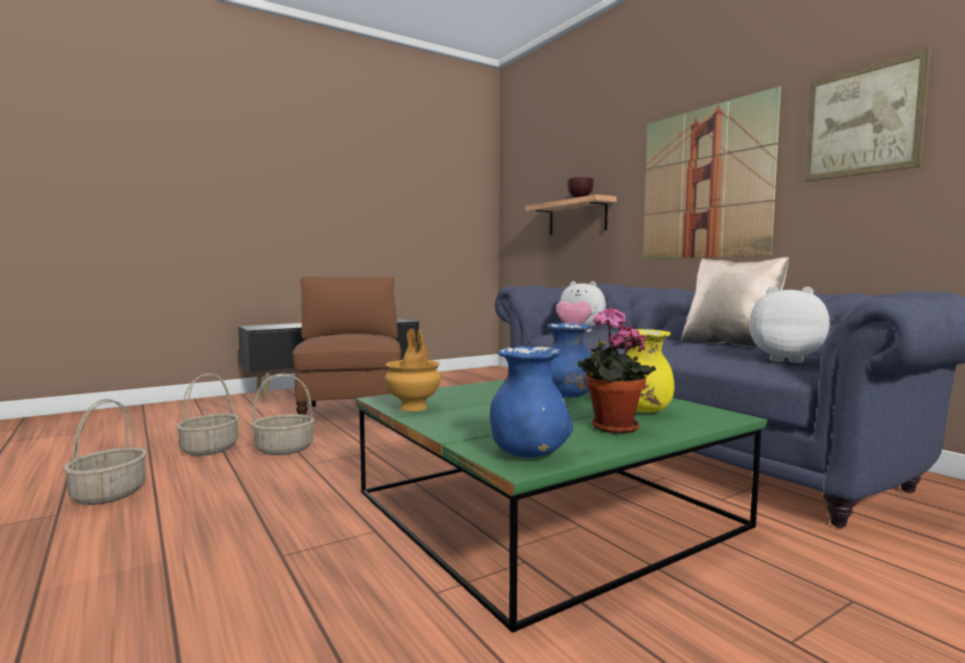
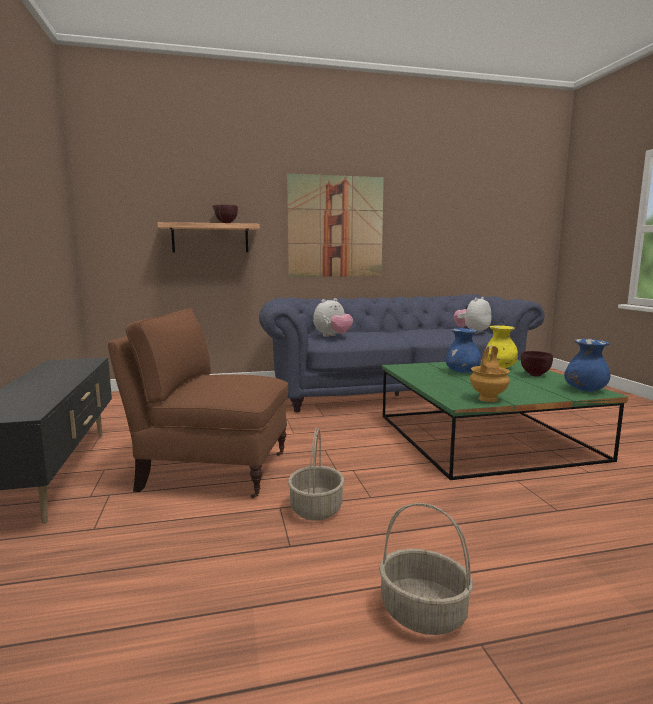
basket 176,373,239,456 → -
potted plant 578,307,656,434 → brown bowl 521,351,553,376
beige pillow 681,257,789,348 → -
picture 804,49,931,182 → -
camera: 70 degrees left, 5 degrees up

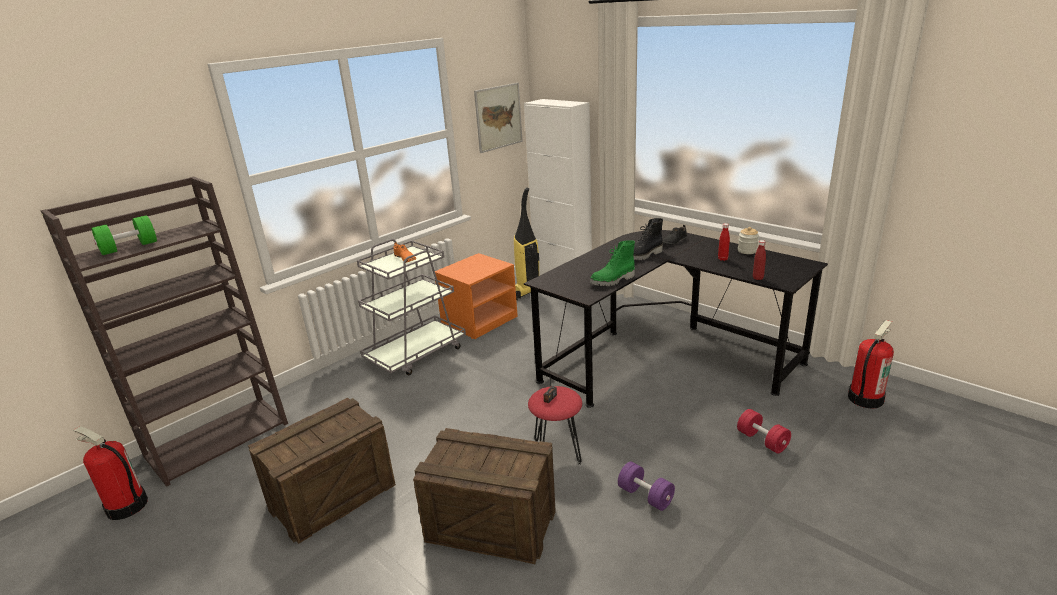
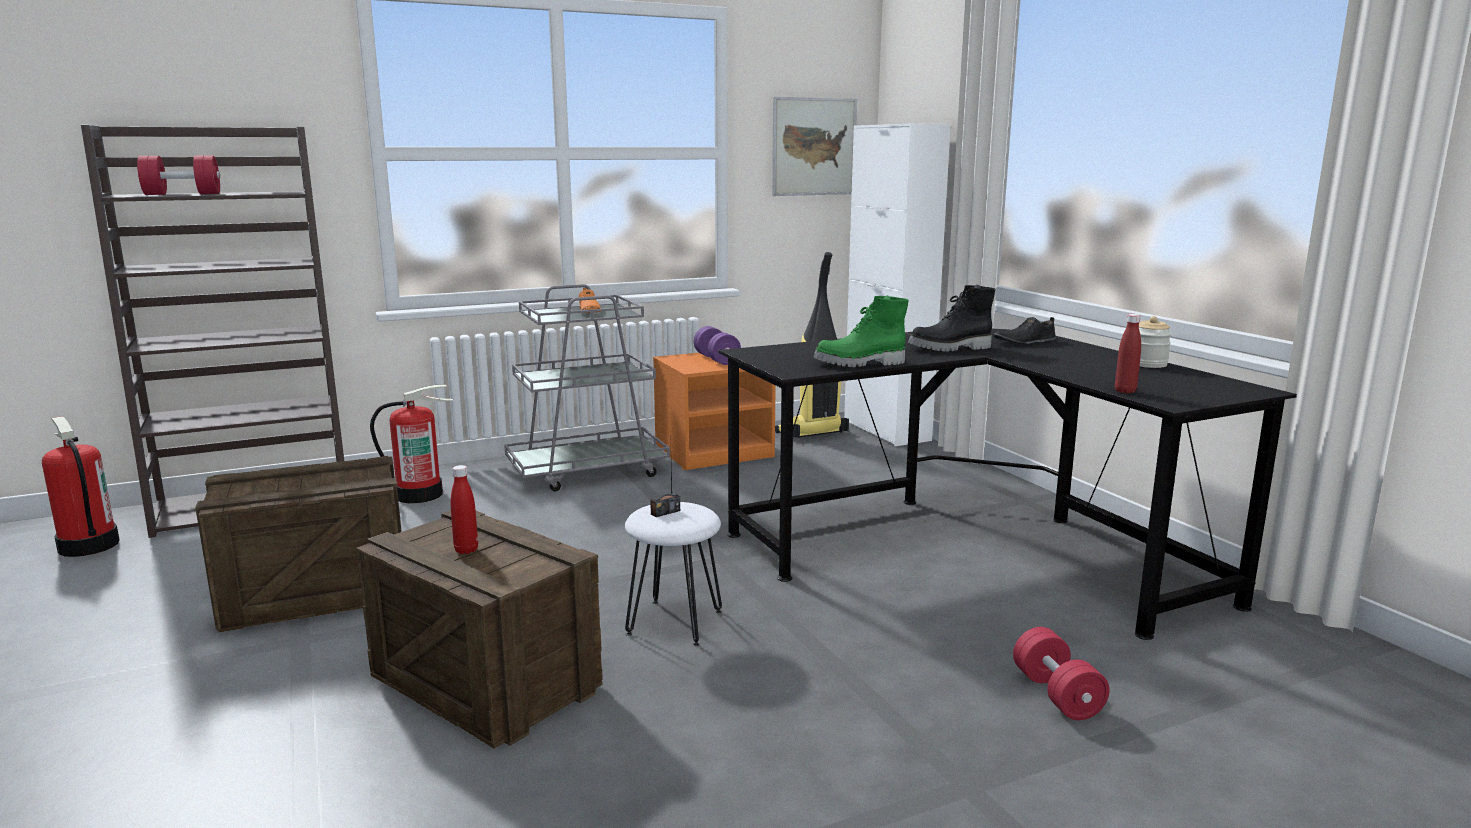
green dumbbell 91,215,157,255 → red dumbbell 137,156,220,195
red stool 528,386,582,465 → white stool 625,502,722,646
purple dumbbell 618,462,675,511 → purple dumbbell 694,326,741,365, move
red bottle 718,223,730,261 → red bottle 451,465,478,554, move
fire extinguisher 848,320,894,409 → fire extinguisher 370,384,453,503, move
camera: 20 degrees right, 10 degrees down

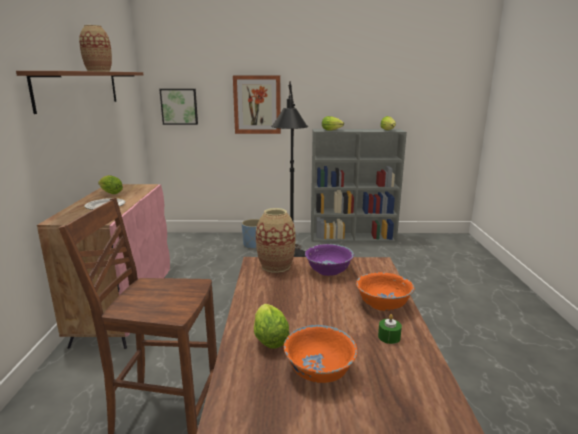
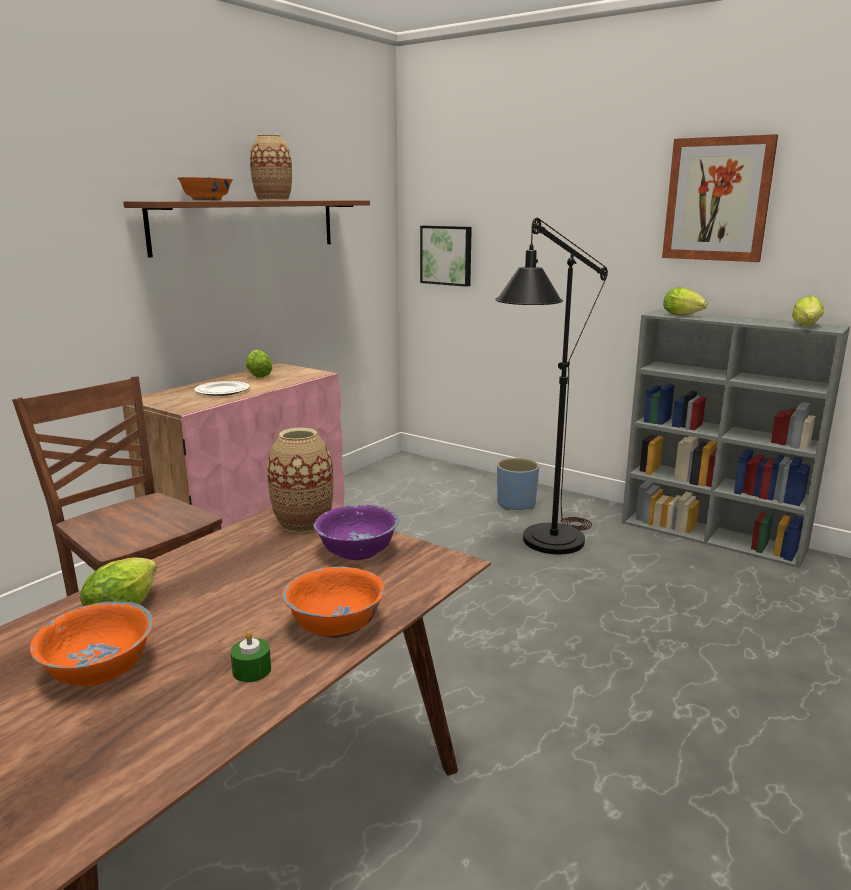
picture 233,75,281,134 → picture 662,134,778,262, move
- → orange bowl 177,177,233,201
camera: 35 degrees right, 0 degrees up

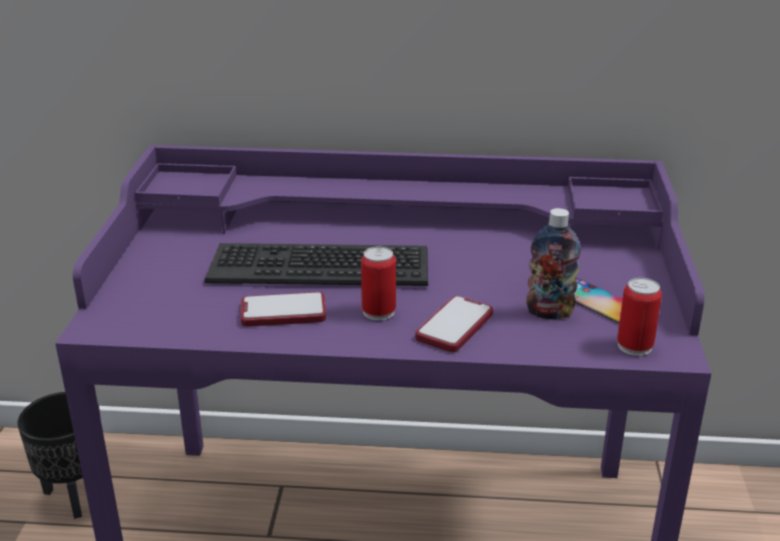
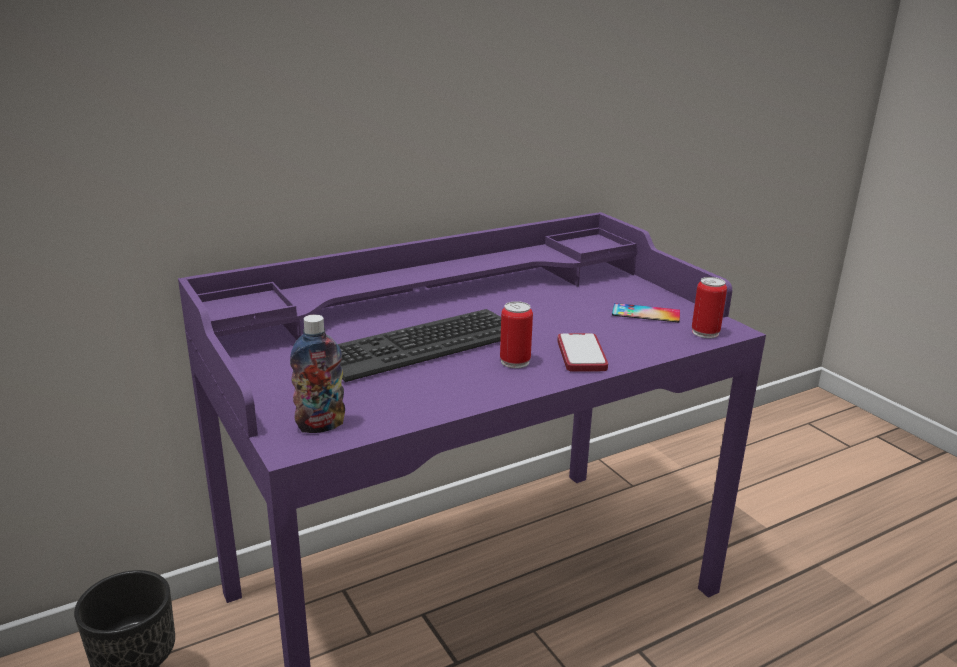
phone 241,292,326,327 → -
bottle 526,208,581,319 → bottle 290,315,345,433, move
camera: 35 degrees left, 5 degrees down

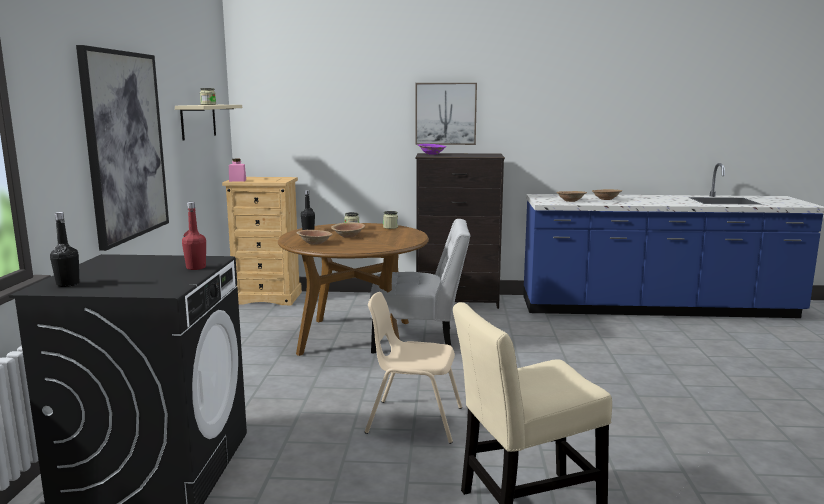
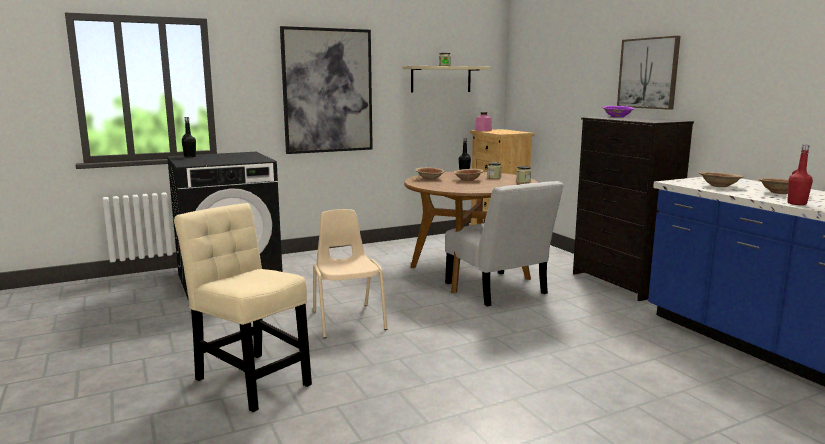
red bottle 182,202,206,270 → red bottle 787,145,813,205, move
camera: 60 degrees right, 0 degrees up

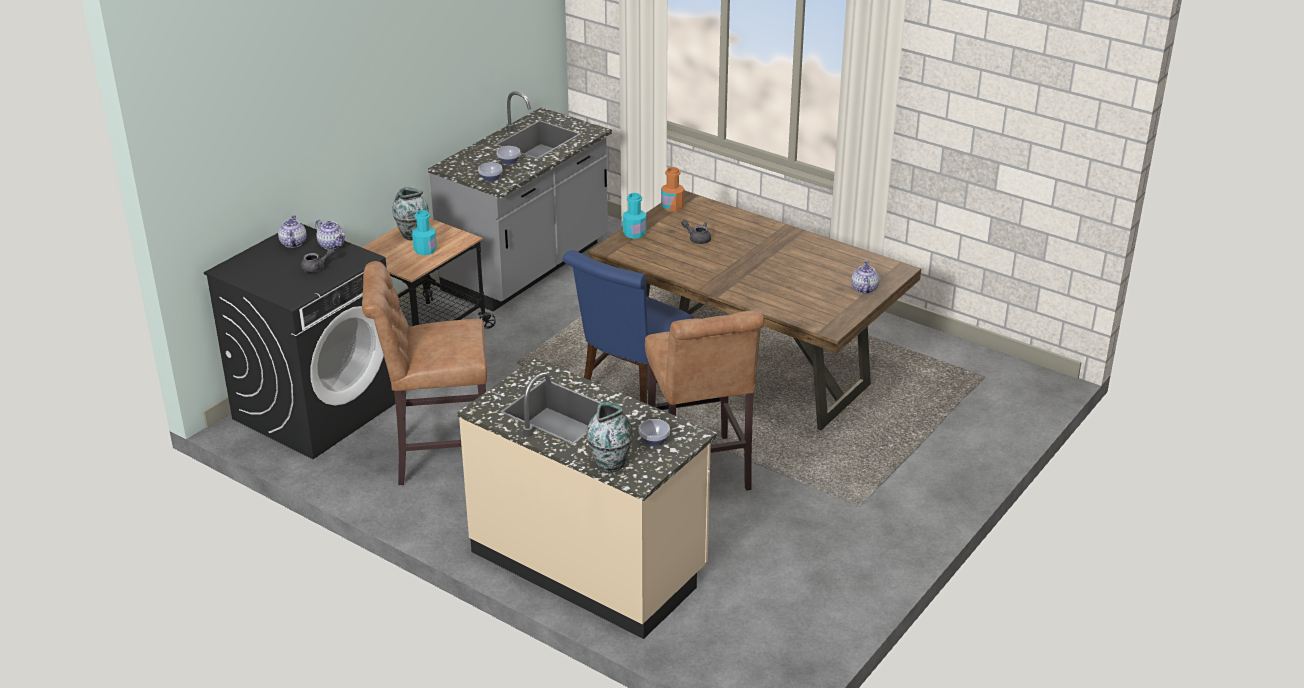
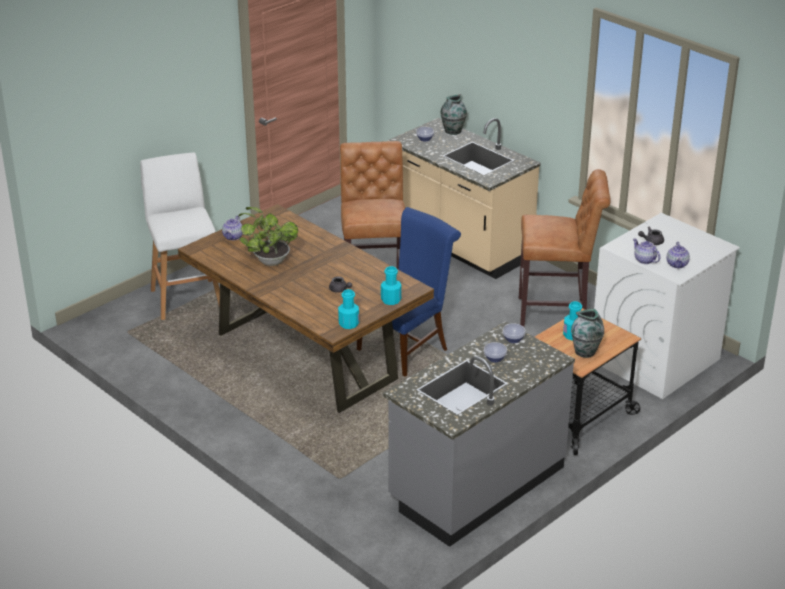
black washing machine 204,223,395,459 → white washing machine 594,213,740,399
orange bottle 661,167,684,212 → turquoise bottle 338,289,359,329
- → white stool 140,153,220,320
- → potted plant 238,207,298,266
camera: 170 degrees left, 0 degrees up

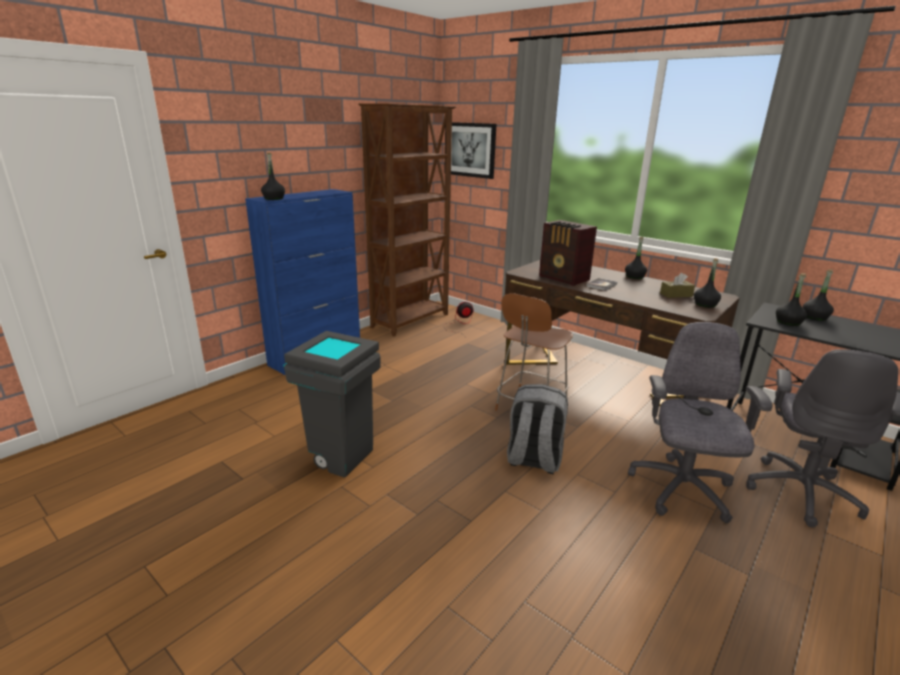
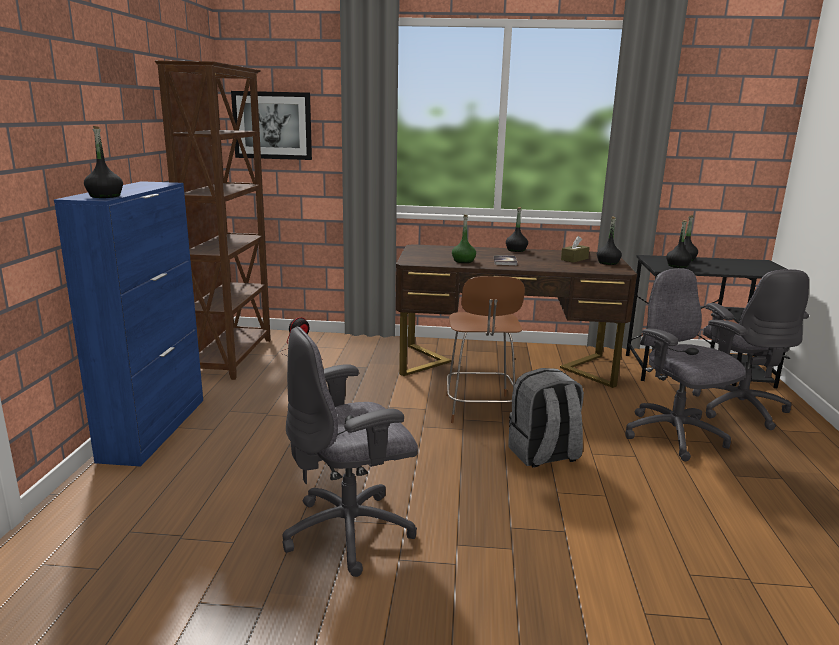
grey trash can 283,331,381,477 → grey office chair 282,327,418,577
radio 539,220,597,286 → green bottle 452,214,476,263
camera: 35 degrees left, 5 degrees down

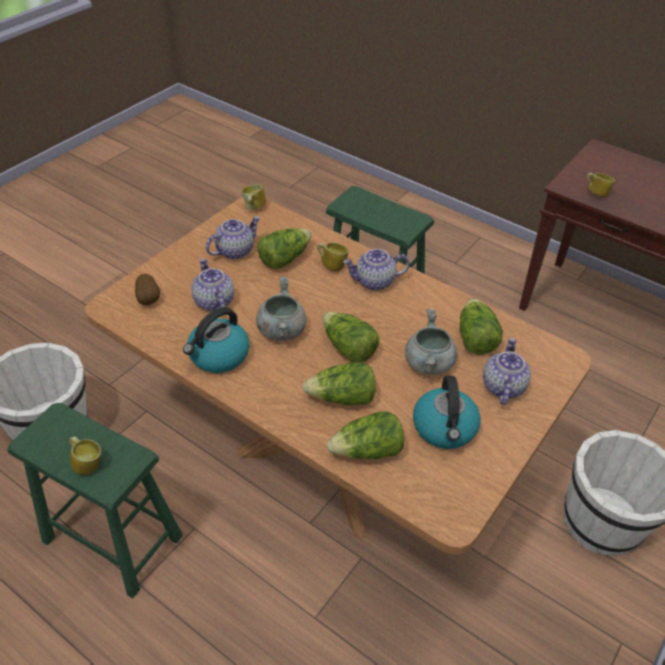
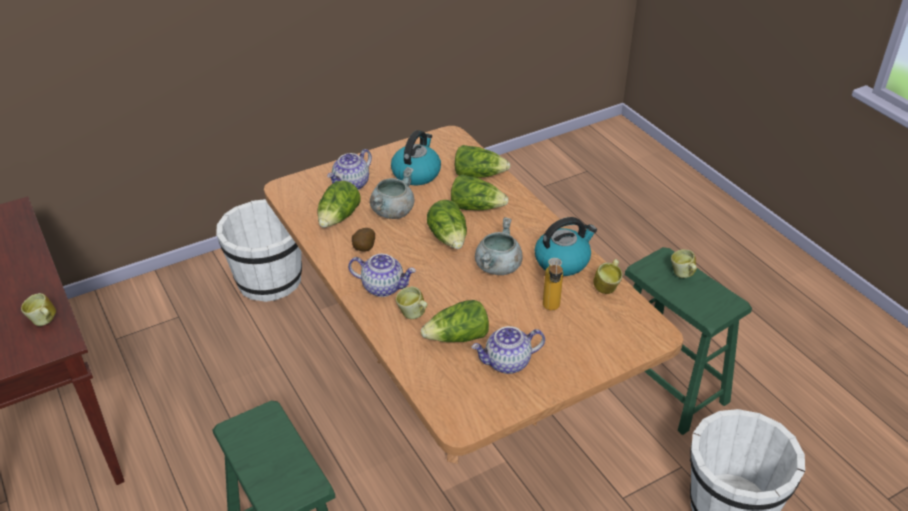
potato 135,274,160,305 → potato 352,228,375,252, move
teapot 192,258,234,311 → bottle 543,258,563,311
mug 242,184,266,210 → mug 593,259,623,294, move
camera: 155 degrees left, 5 degrees down

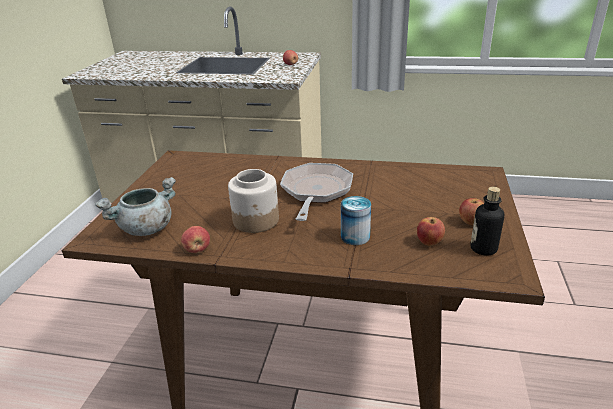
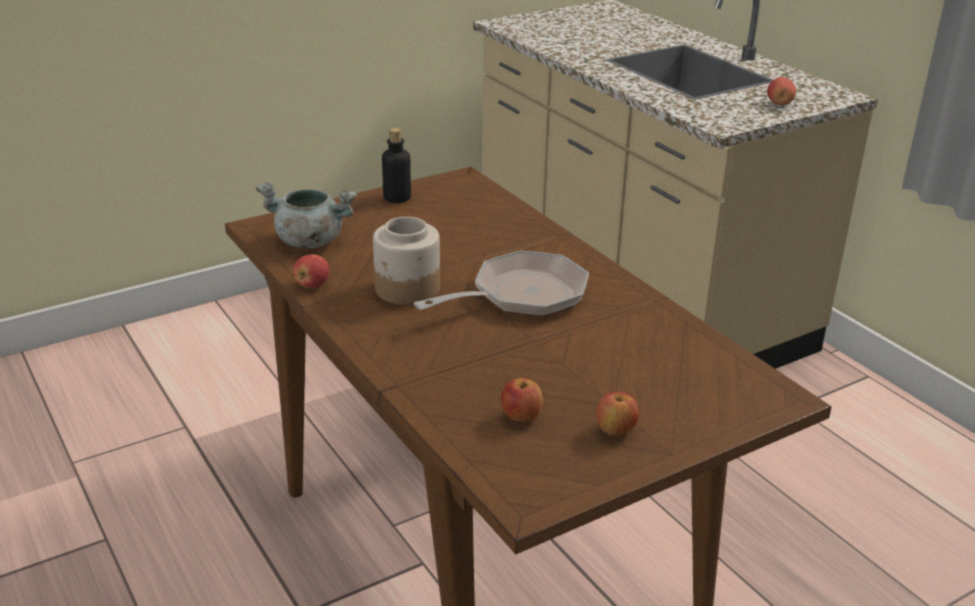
can 341,196,371,245 → -
bottle 470,187,504,256 → bottle 382,128,411,203, move
camera: 45 degrees right, 0 degrees up

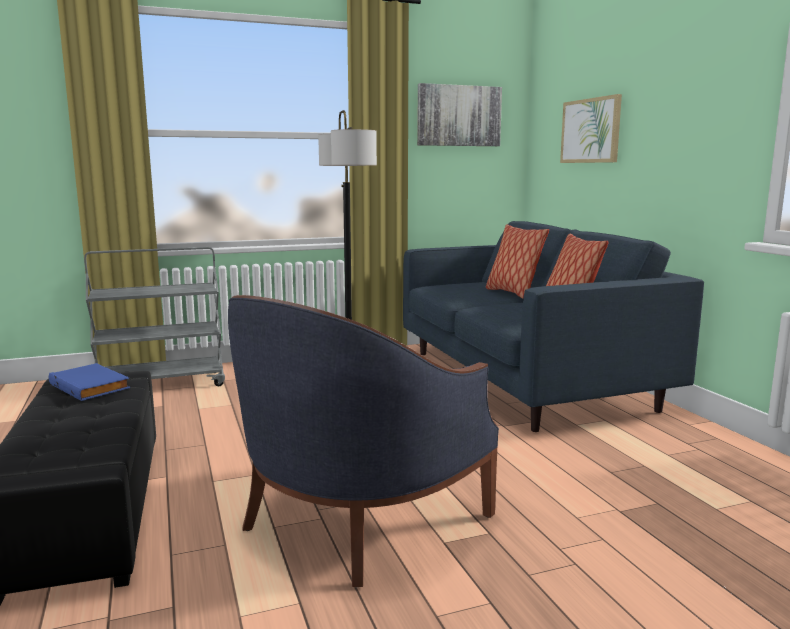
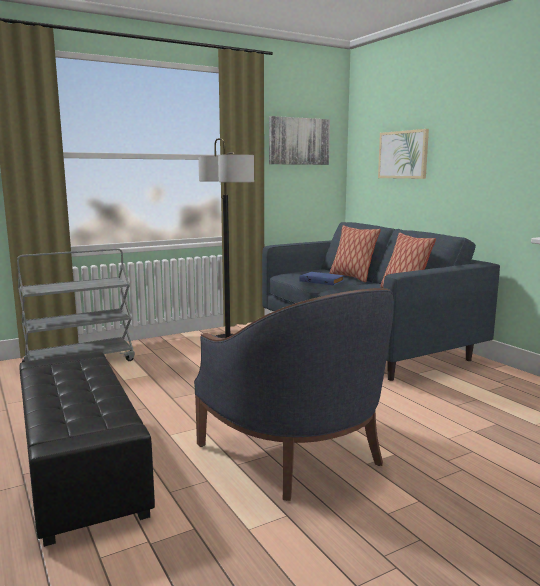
blue book 49,363,130,401 → blue book 299,272,344,285, move
blue armchair 228,295,499,587 → blue armchair 194,288,394,501, 60 degrees counterclockwise
camera: 10 degrees left, 0 degrees up

